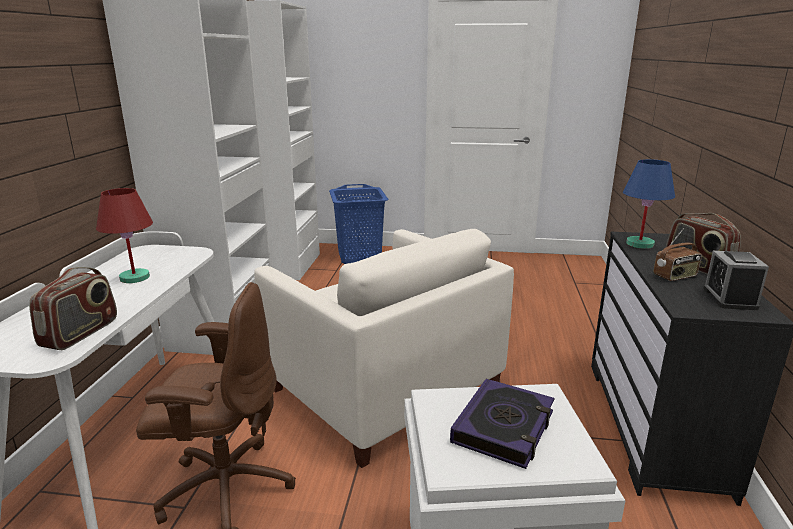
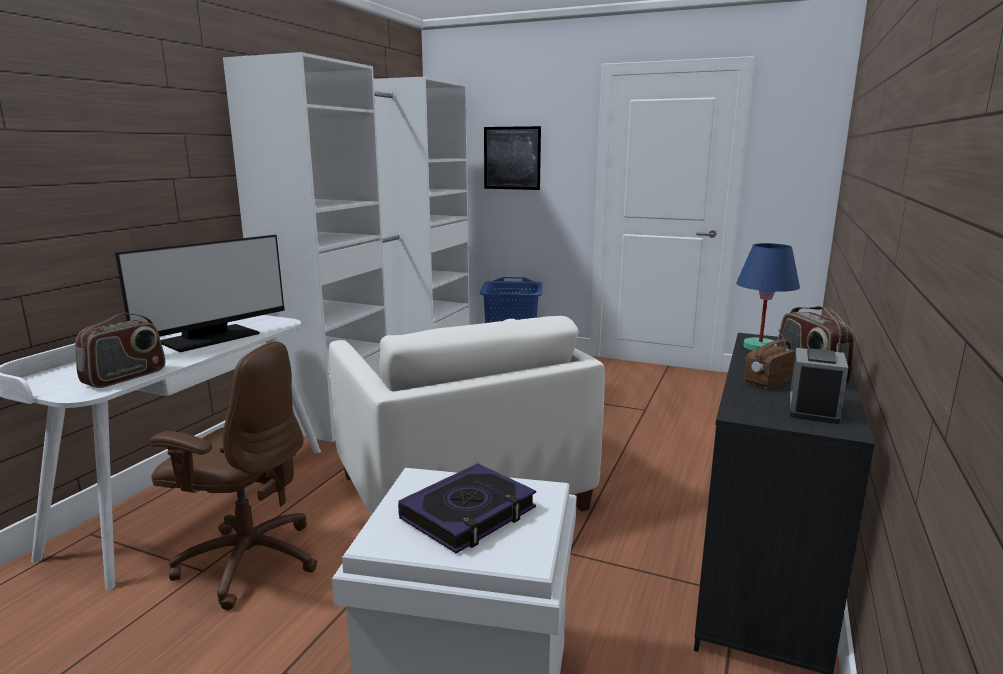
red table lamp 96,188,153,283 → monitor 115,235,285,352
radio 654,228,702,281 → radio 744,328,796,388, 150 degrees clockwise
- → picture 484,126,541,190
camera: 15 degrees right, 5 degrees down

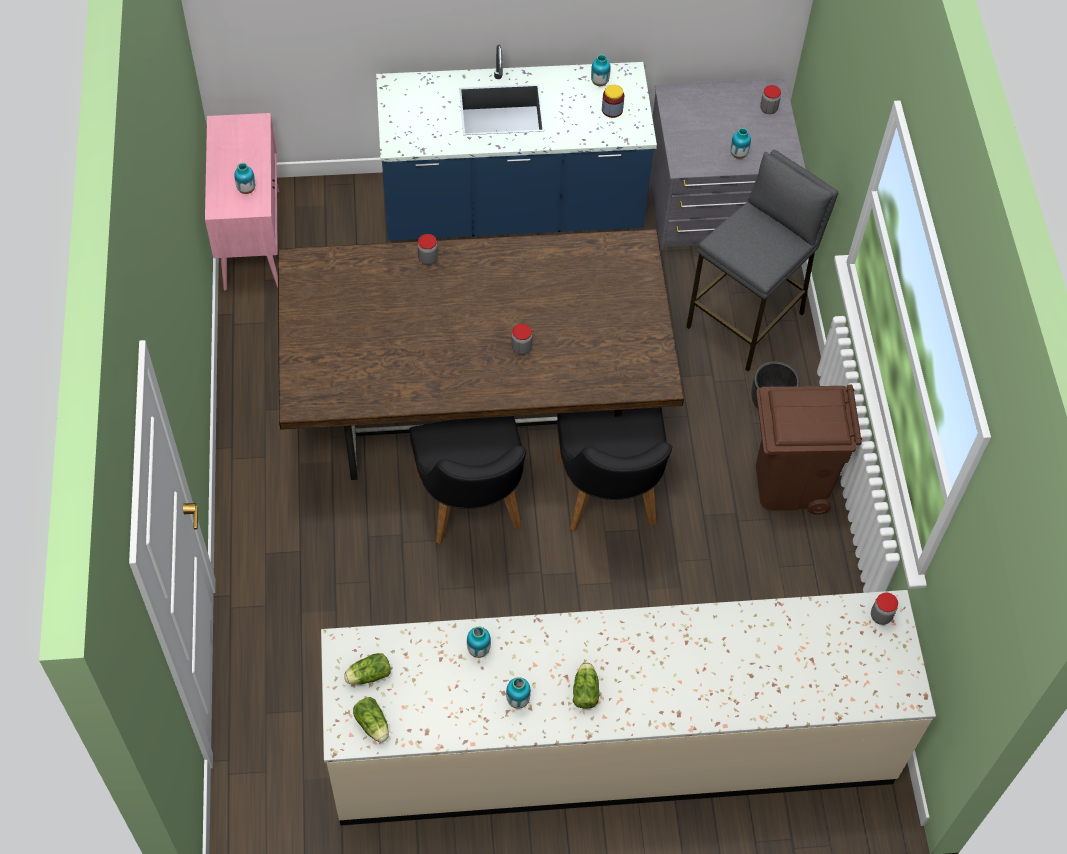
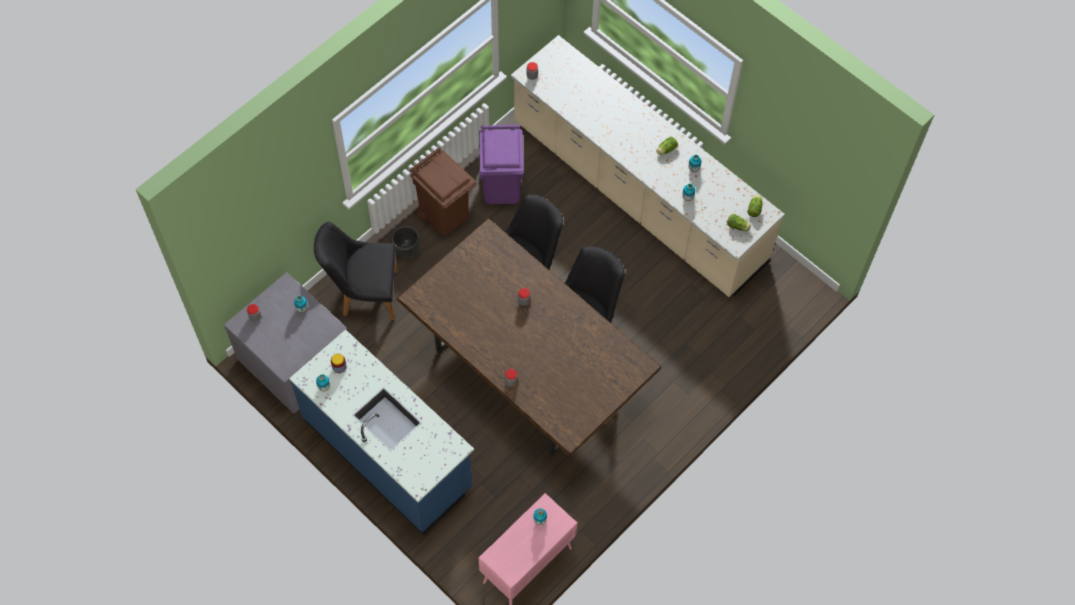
grey stool 686,150,838,371 → black chair 314,222,398,320
- → purple trash can 479,125,524,204
camera: 130 degrees left, 5 degrees up

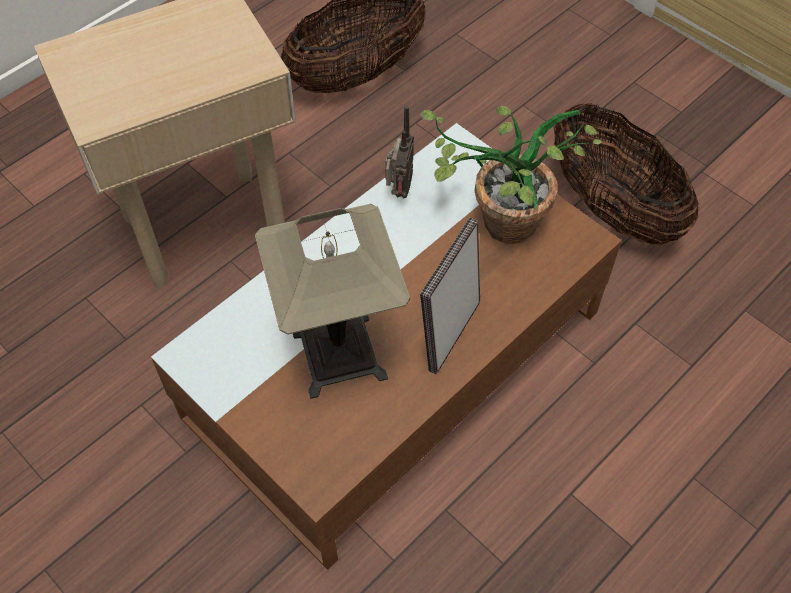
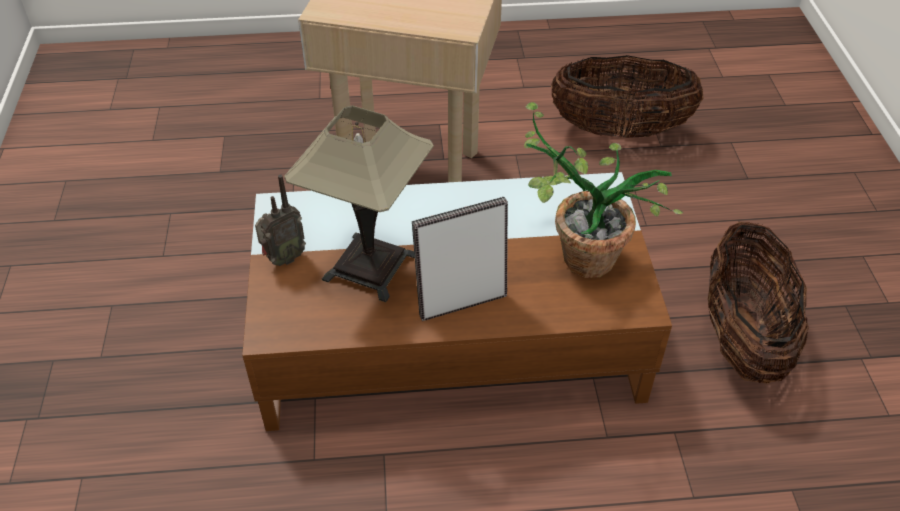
radio 385,106,414,198 → radio 255,175,306,266, move
camera: 40 degrees right, 10 degrees down

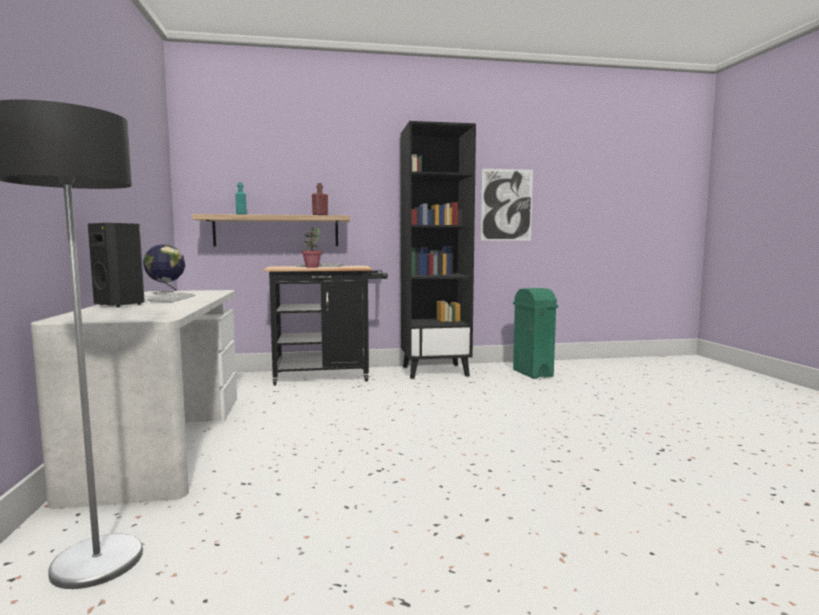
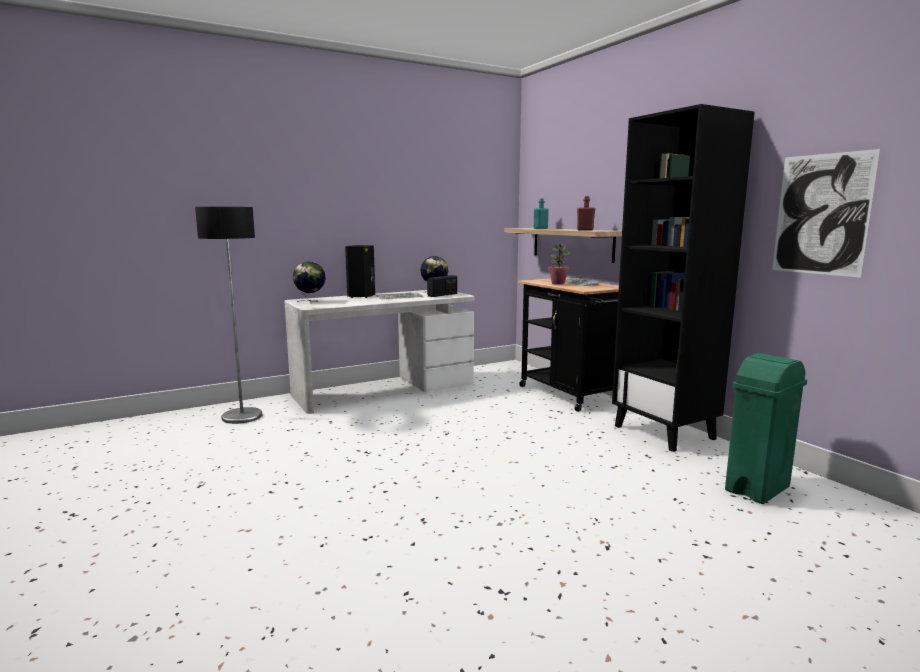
- → globe 293,261,326,302
- → radio 427,275,457,297
camera: 70 degrees right, 5 degrees up

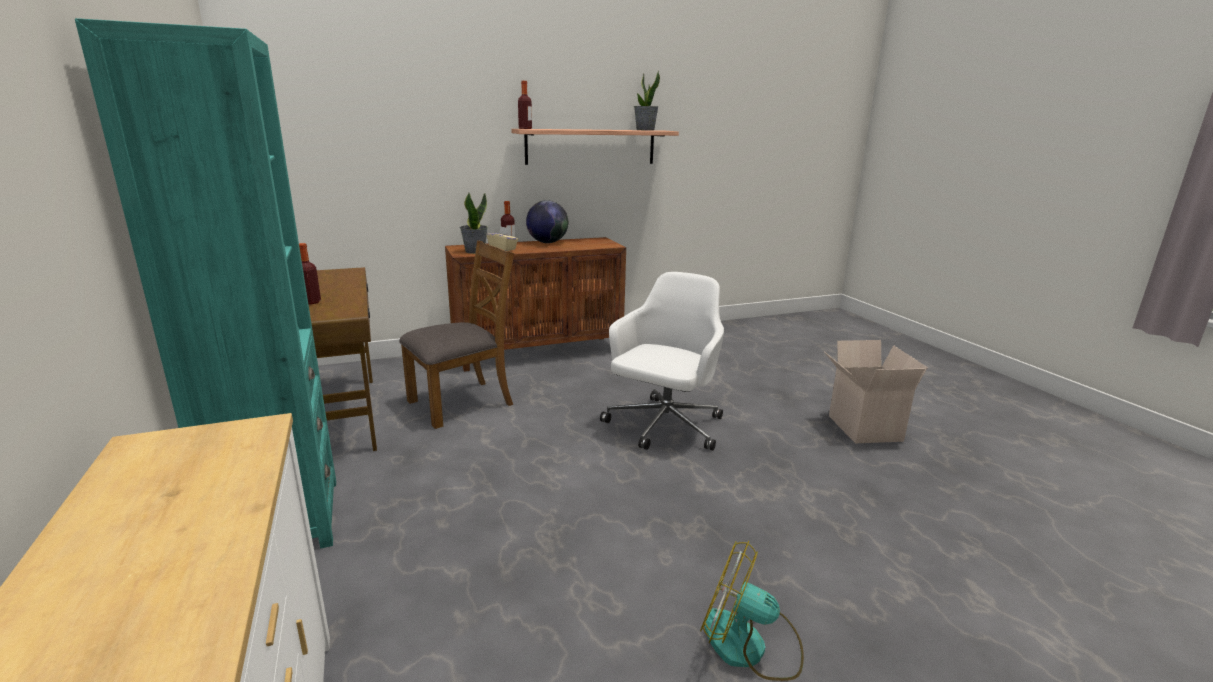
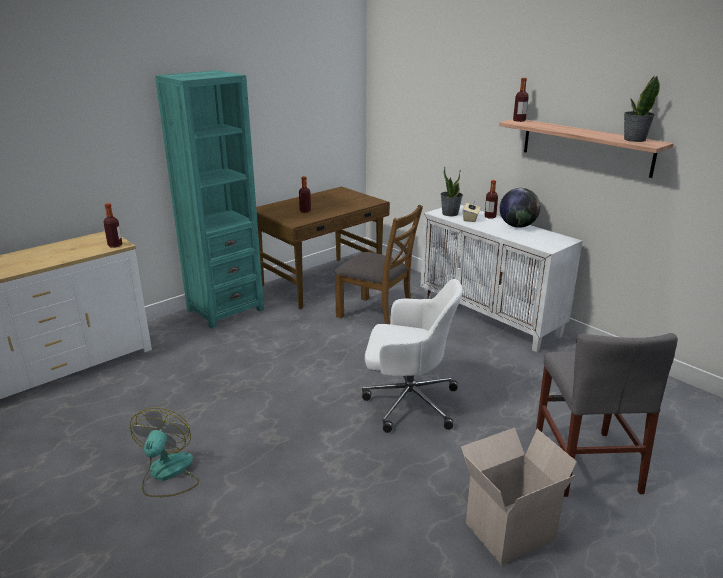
brown cabinet 445,237,626,372 → white cabinet 421,205,582,352
- → bottle 103,203,122,248
- → grey chair 536,333,678,497
camera: 70 degrees right, 5 degrees up

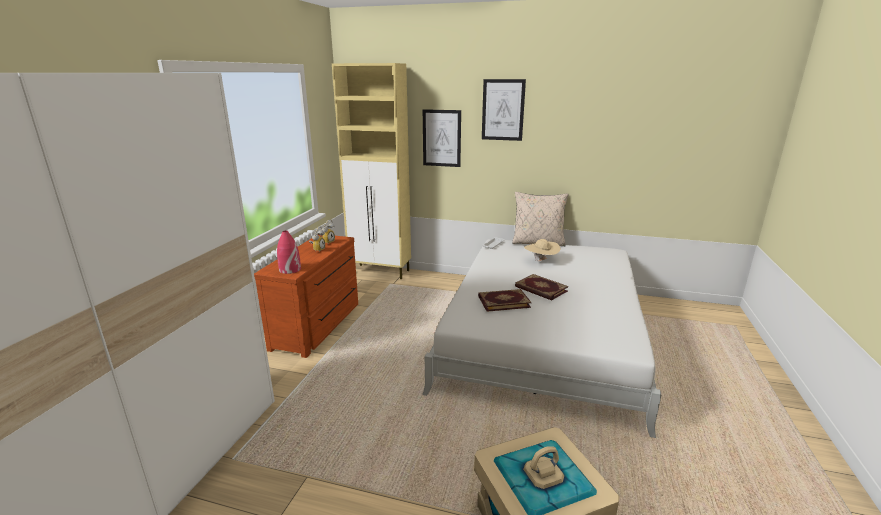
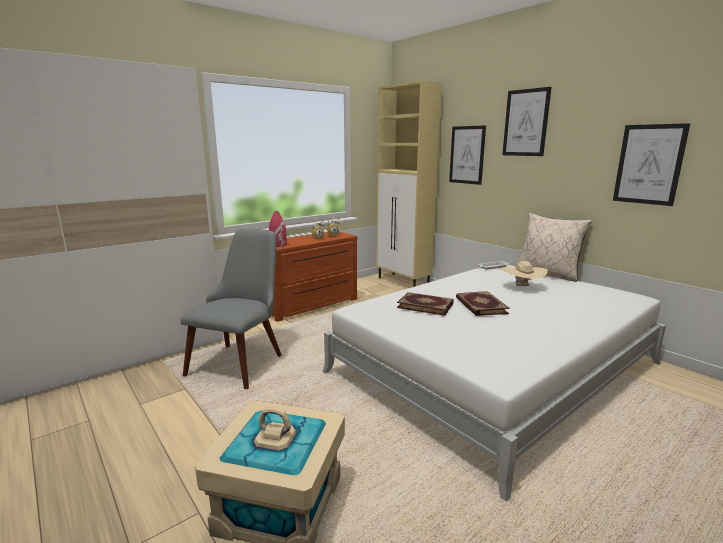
- → grey chair 180,229,282,389
- → picture 613,123,690,206
camera: 35 degrees right, 5 degrees down

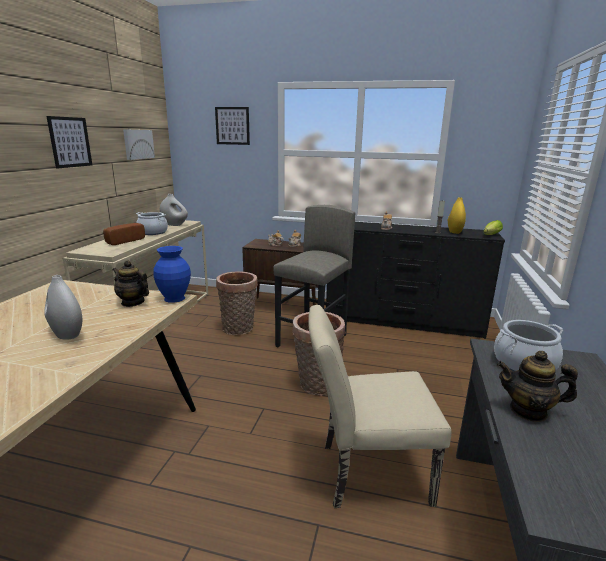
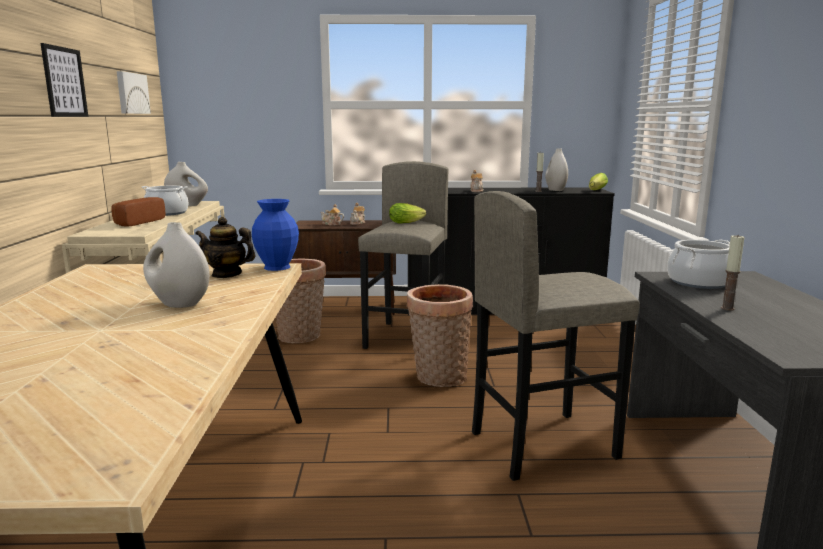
picture 215,107,250,145 → -
beige chair 308,305,451,508 → grey stool 472,191,640,481
yellow vase 448,197,466,234 → white vase 545,148,568,191
teapot 497,351,578,422 → candle 721,234,745,311
- → lettuce 389,203,426,223
camera: 15 degrees left, 5 degrees down

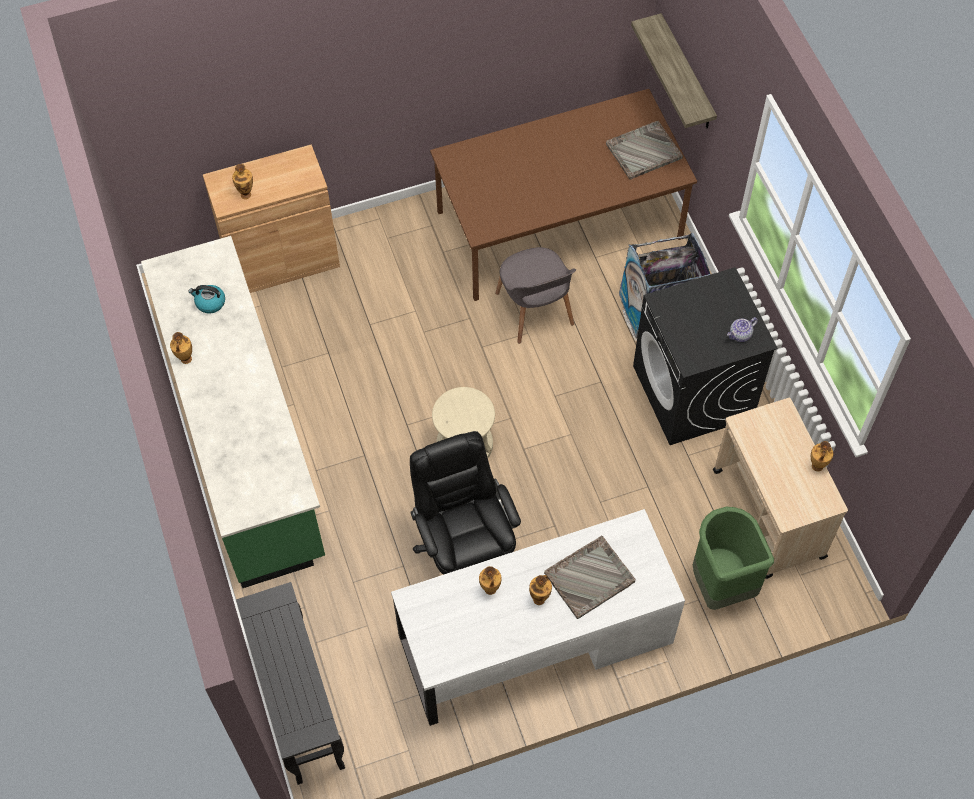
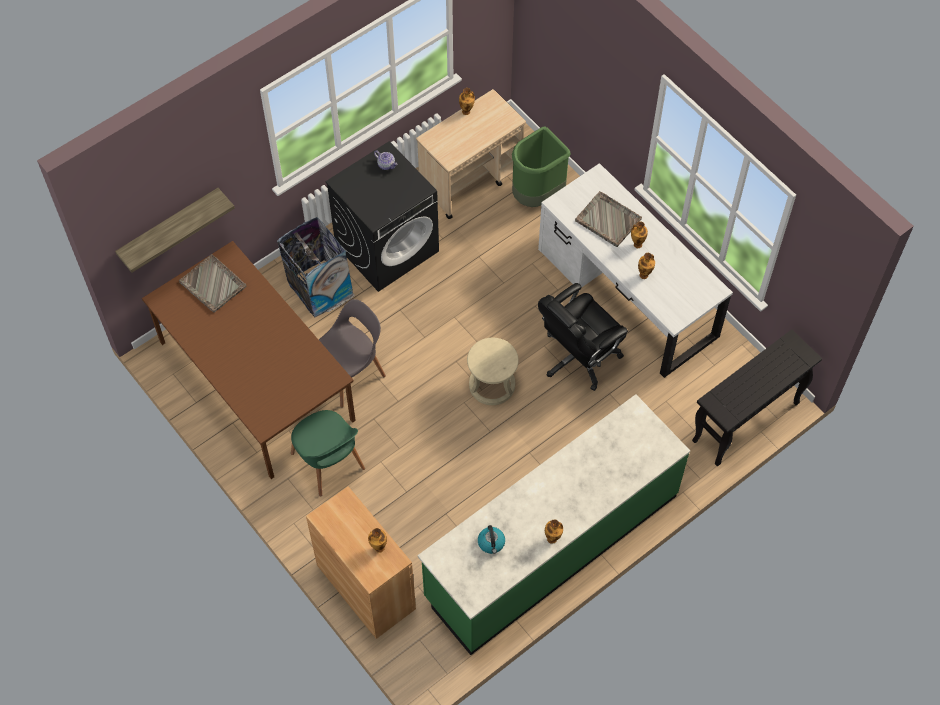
- → green chair 291,410,365,496
camera: 110 degrees left, 0 degrees up

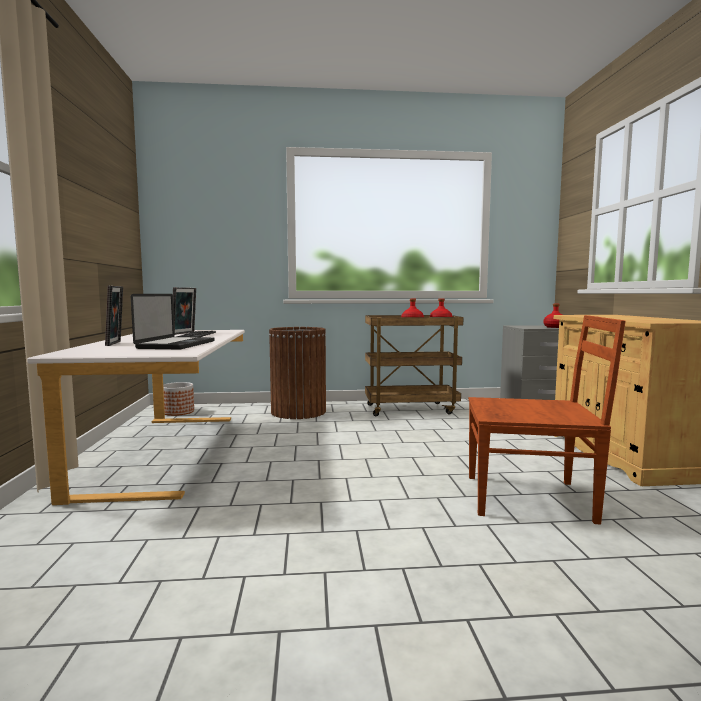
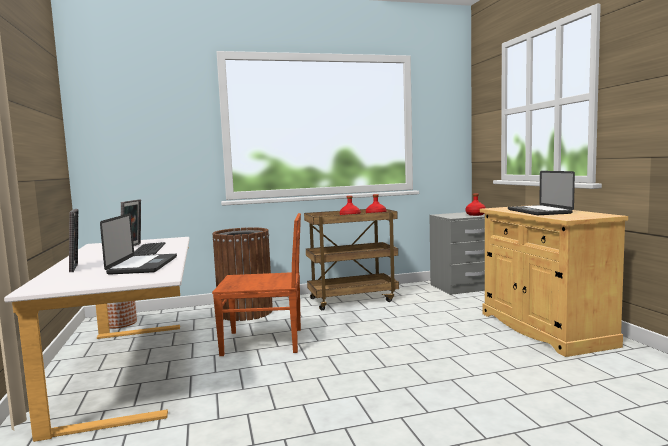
brown chair 468,315,626,525 → brown chair 212,213,301,356, move
- → laptop 508,171,575,215
camera: 10 degrees left, 0 degrees up

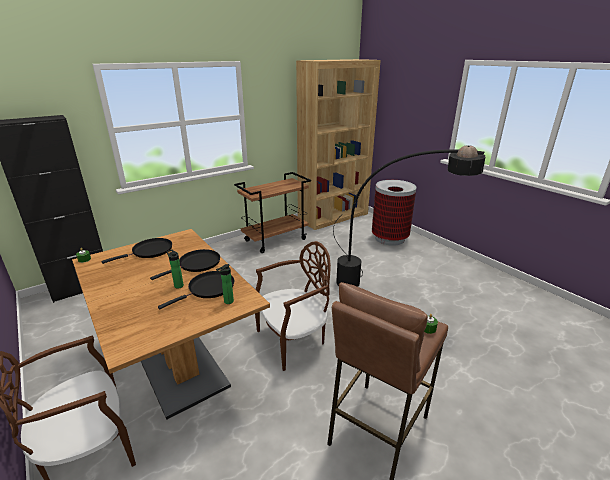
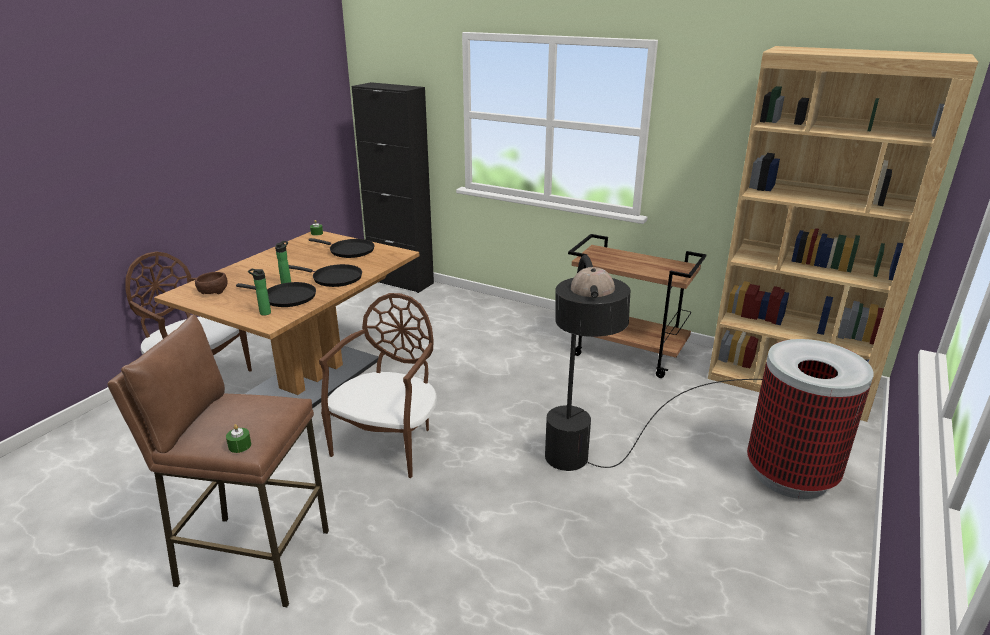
brown chair 255,241,331,371 → brown chair 319,293,437,478, 105 degrees counterclockwise
- → brown bowl 195,272,227,294
camera: 65 degrees right, 0 degrees up

